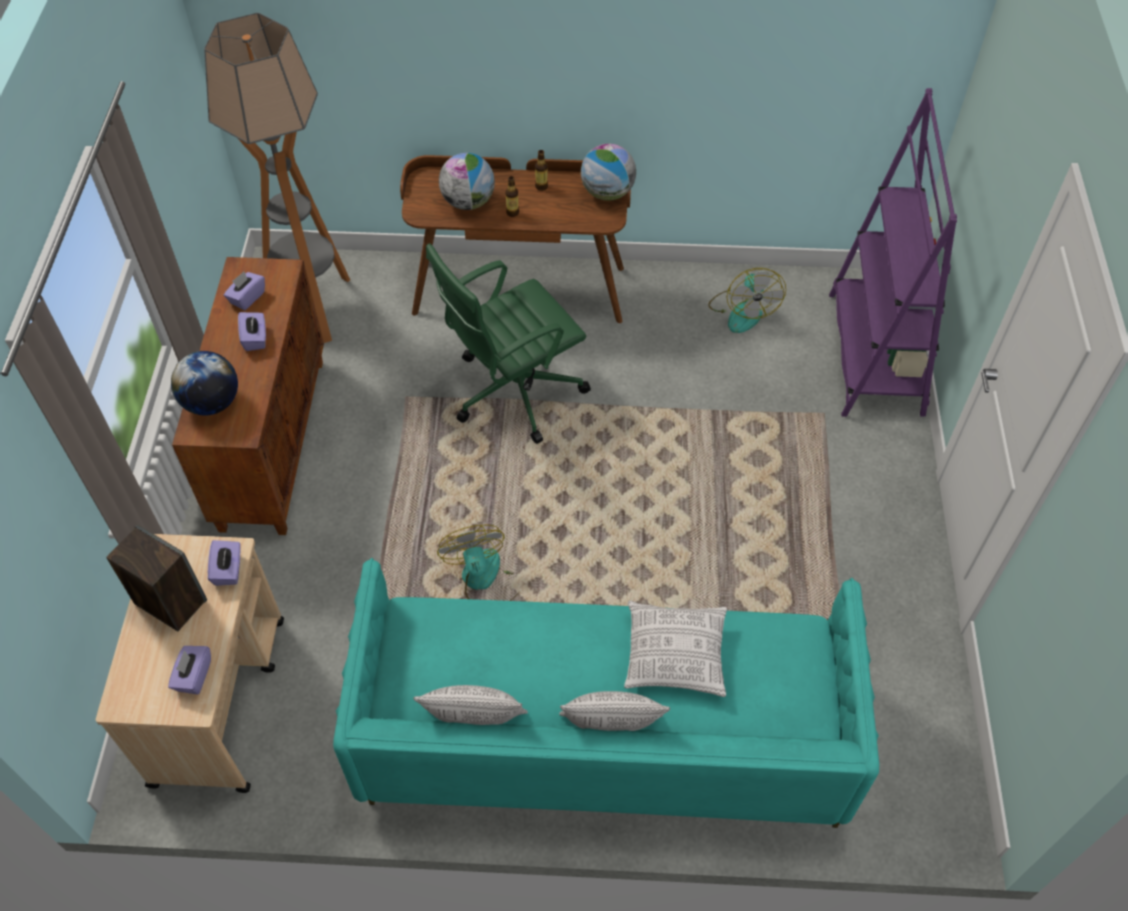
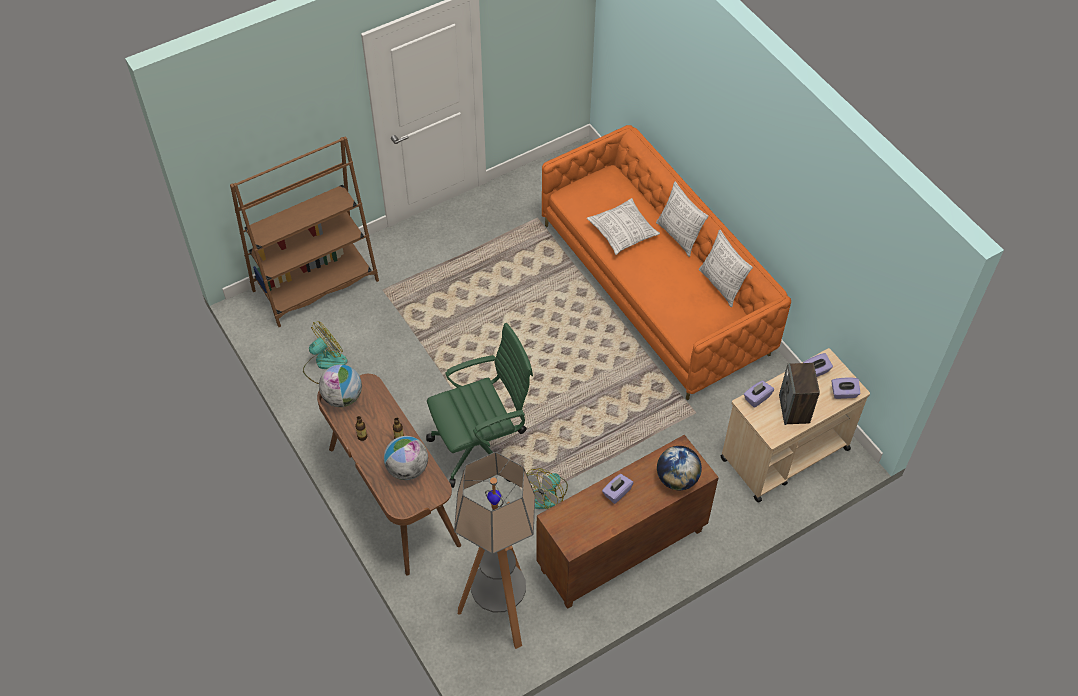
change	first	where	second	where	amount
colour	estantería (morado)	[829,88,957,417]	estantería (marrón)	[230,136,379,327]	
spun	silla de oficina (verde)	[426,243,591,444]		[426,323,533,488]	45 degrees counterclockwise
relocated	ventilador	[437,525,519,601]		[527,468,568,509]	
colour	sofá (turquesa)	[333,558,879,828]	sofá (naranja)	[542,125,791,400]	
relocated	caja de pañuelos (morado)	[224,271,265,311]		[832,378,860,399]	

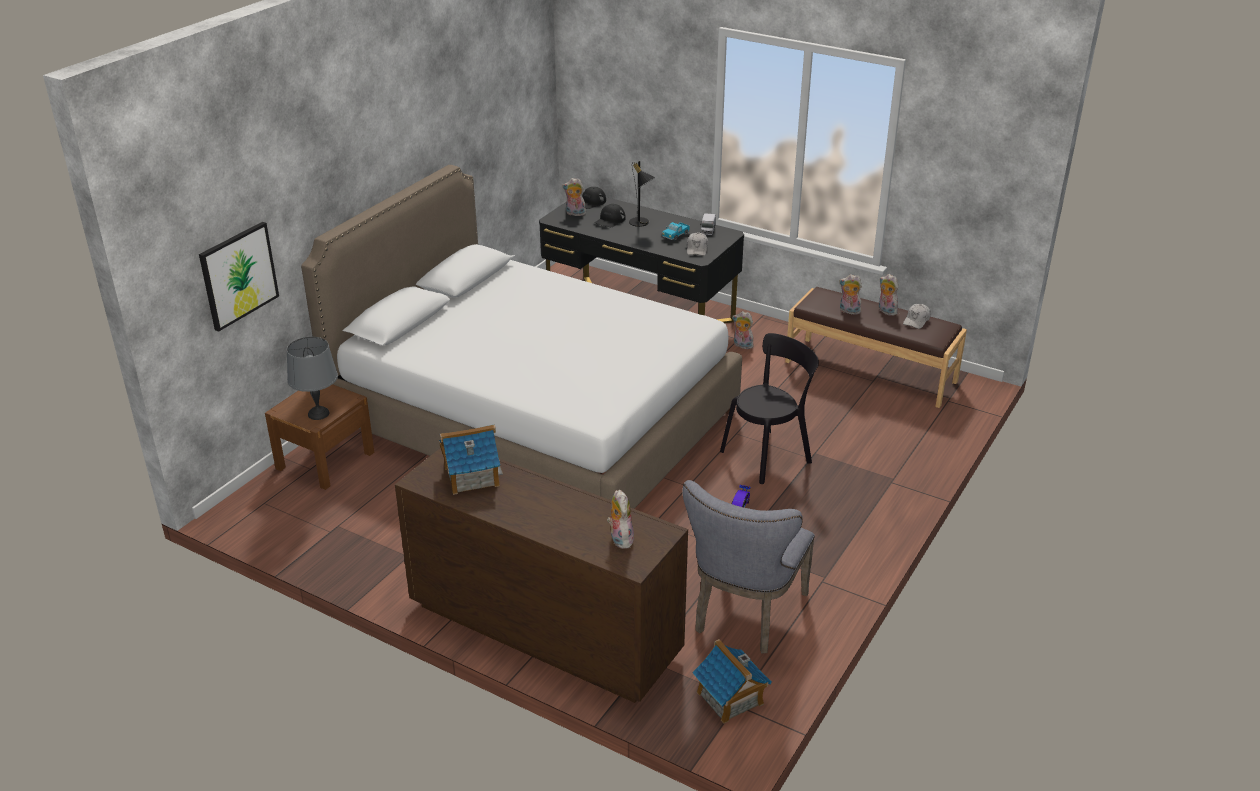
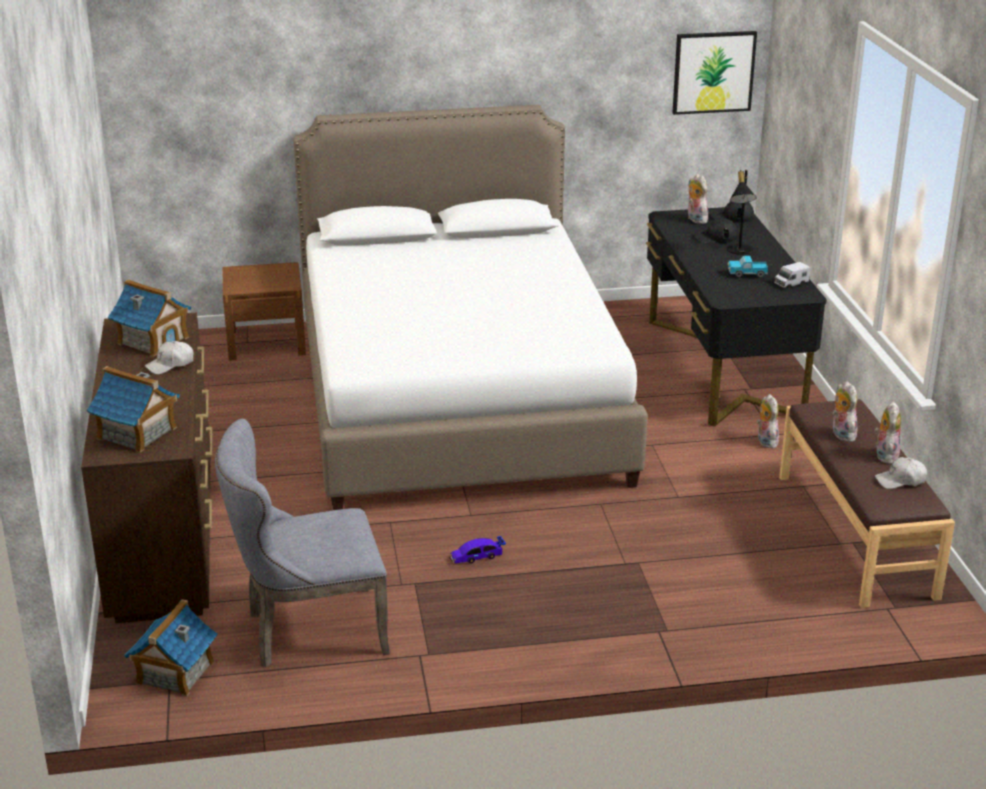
change	first	where	second	where	amount
exchanged	peluche	[607,490,634,549]	casita	[87,366,180,453]	
relocated	gorra (blanco)	[687,232,708,256]		[145,341,194,374]	
relocated	cuadro	[199,222,279,332]		[673,31,757,115]	
missing	lámpara de mesa (gris)	[287,337,338,420]			
missing	silla (negro)	[720,333,819,484]			

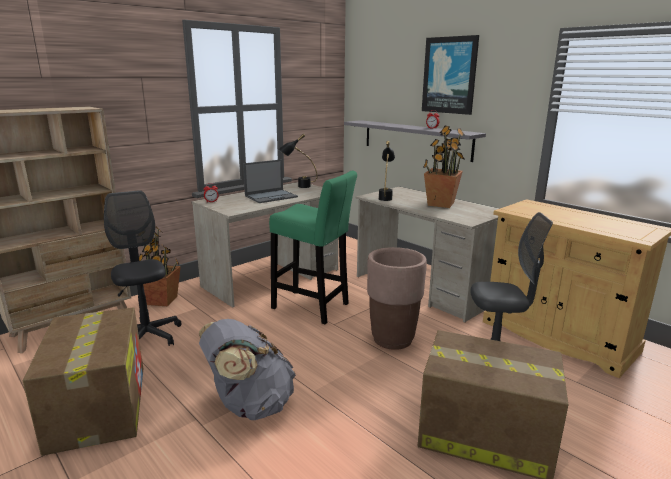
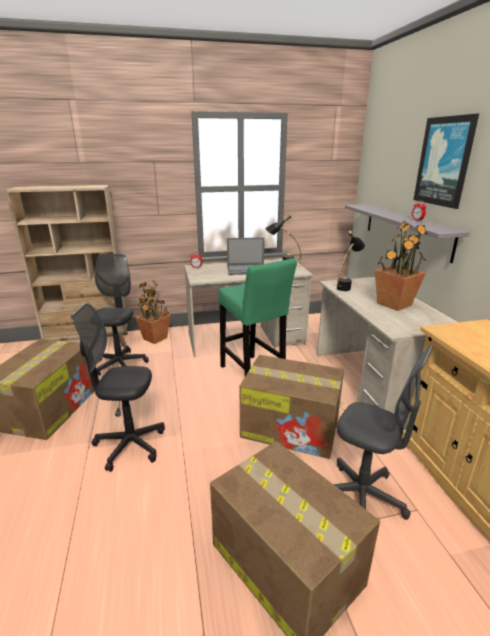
change	first	where	second	where	amount
exchanged	mochila (gris)	[199,319,296,420]	silla de oficina (negro)	[71,302,165,472]	
exchanged	maceta (marrón)	[367,247,427,350]	caja de cartón	[240,355,344,459]	

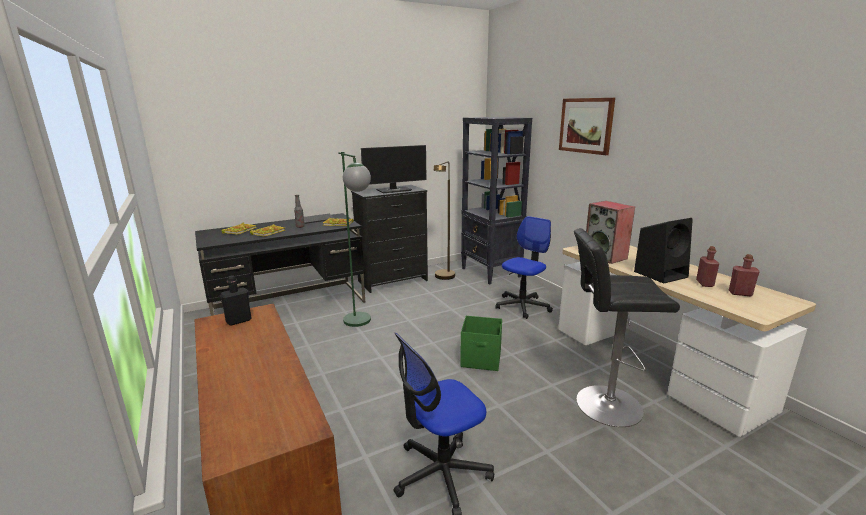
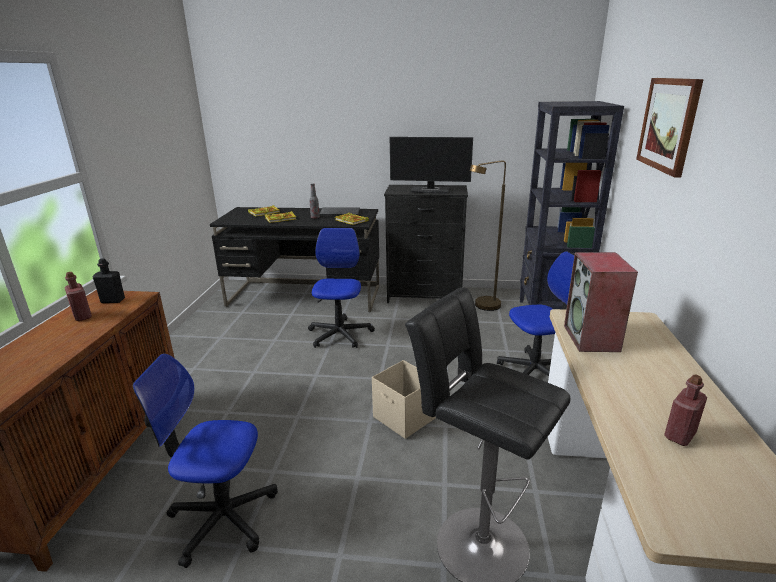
change	first	where	second	where	amount
relocated	botella (rojo)	[729,254,760,296]		[65,272,92,321]	
exchanged	lámpara de pie (verde)	[338,152,371,327]	silla de oficina	[308,228,375,348]	
colour	caja de almacenaje (verde)	[460,316,502,371]	caja de almacenaje (beis)	[372,360,436,439]	
missing	altavoz (negro)	[634,218,693,283]			

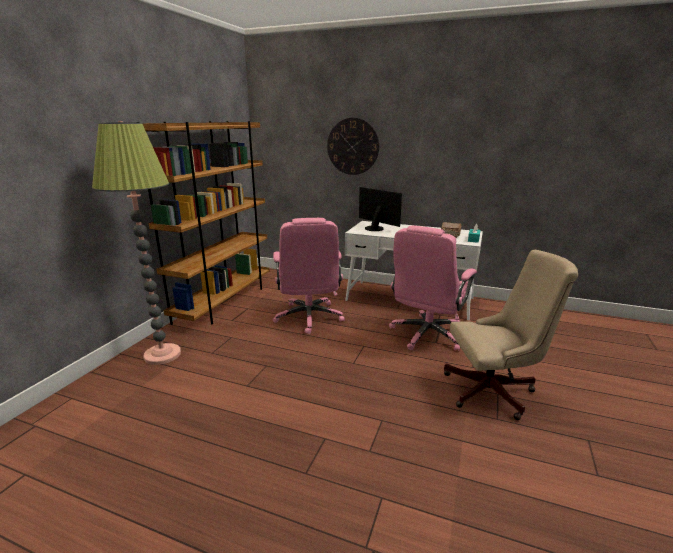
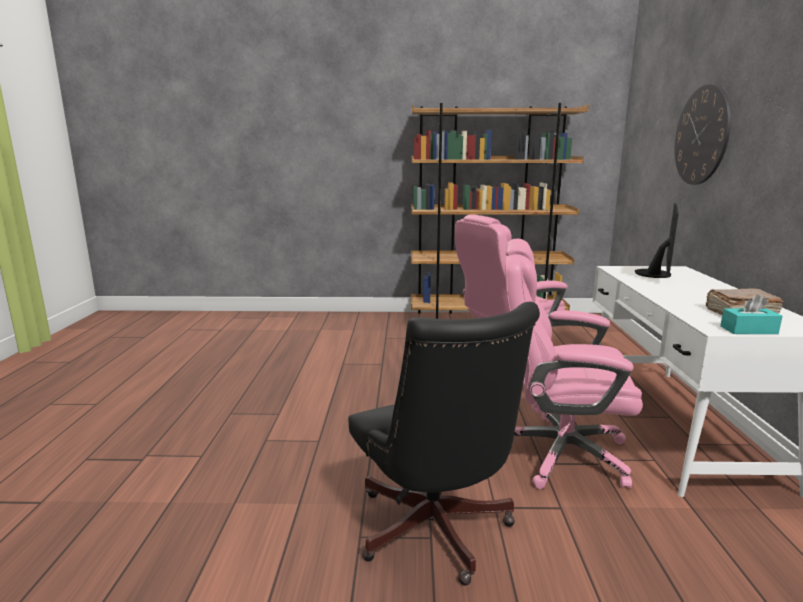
change	first	where	second	where	amount
colour	silla de oficina (beis)	[444,250,578,420]	silla de oficina (negro)	[348,302,540,585]	
missing	lámpara de pie	[92,121,181,365]			

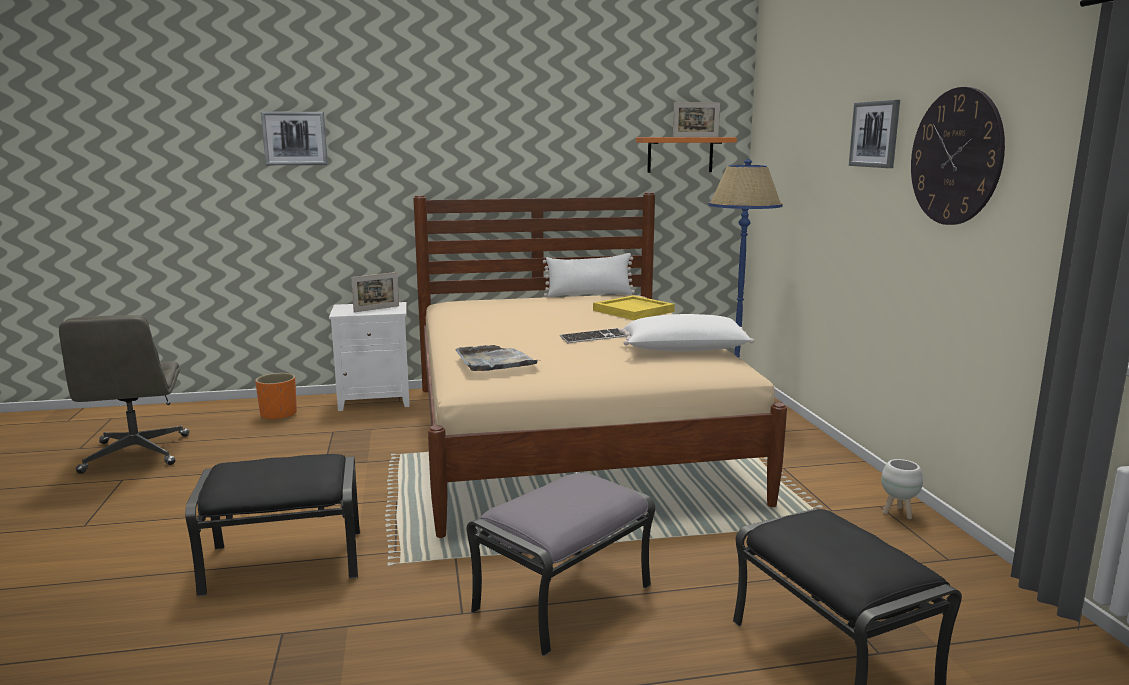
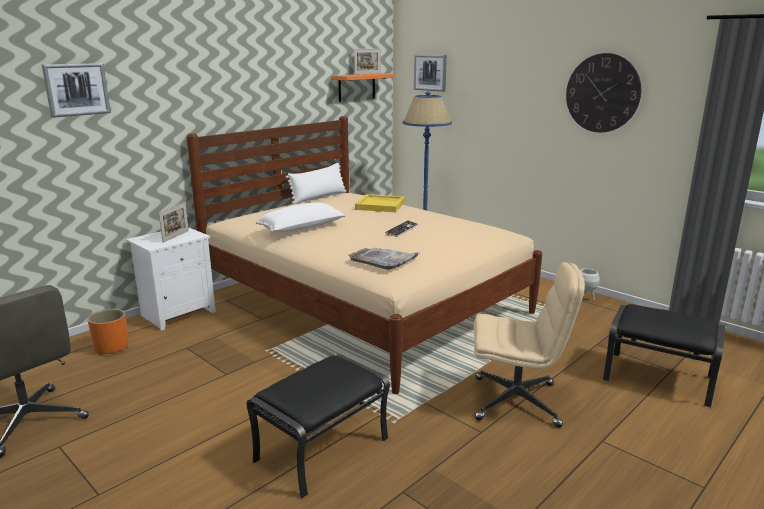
change	first	where	second	where	amount
relocated	cojín (blanco)	[619,314,754,351]		[256,203,346,233]	
relocated	cuadro	[849,100,900,168]		[414,55,447,92]	
exchanged	puf (gris)	[467,472,655,656]	silla de oficina (beis)	[474,262,585,428]	

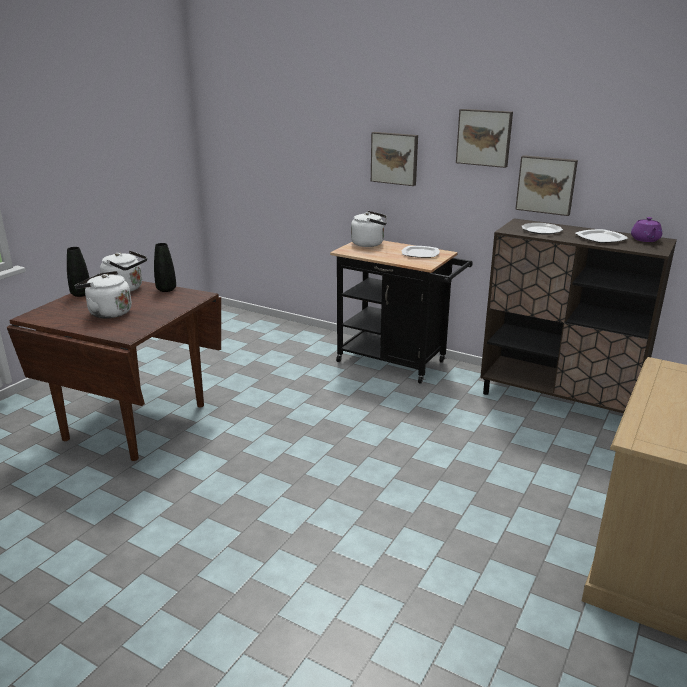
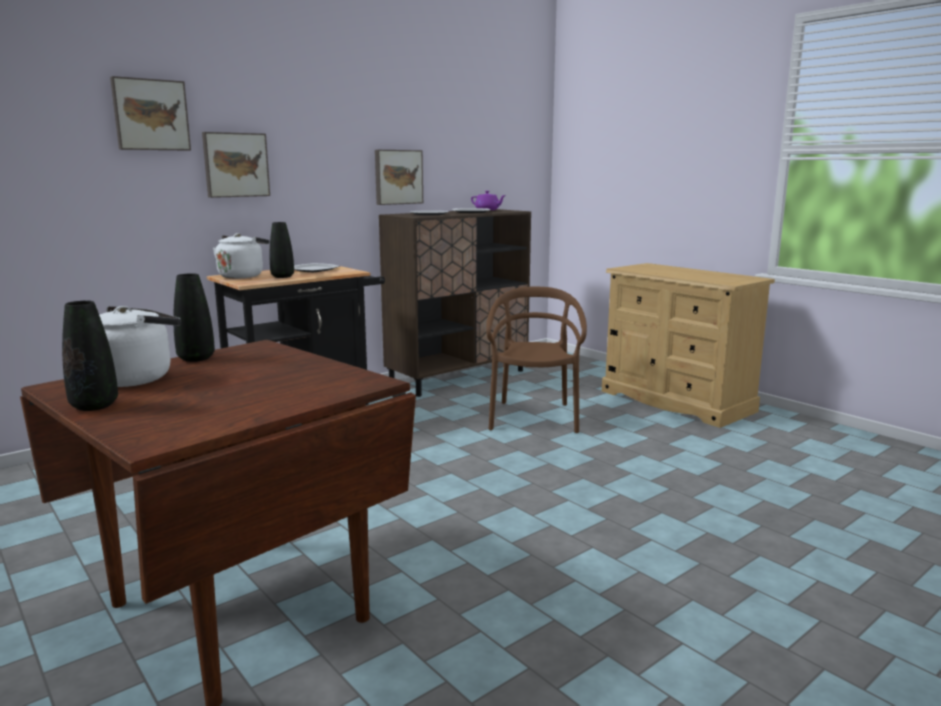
change	first	where	second	where	amount
relocated	cuadro	[456,109,513,168]		[110,76,191,151]	
appeared			florero (negro)	[270,222,294,278]	
appeared			silla (marrón)	[486,287,587,433]	
missing	hervidor (blanco)	[74,271,132,318]			

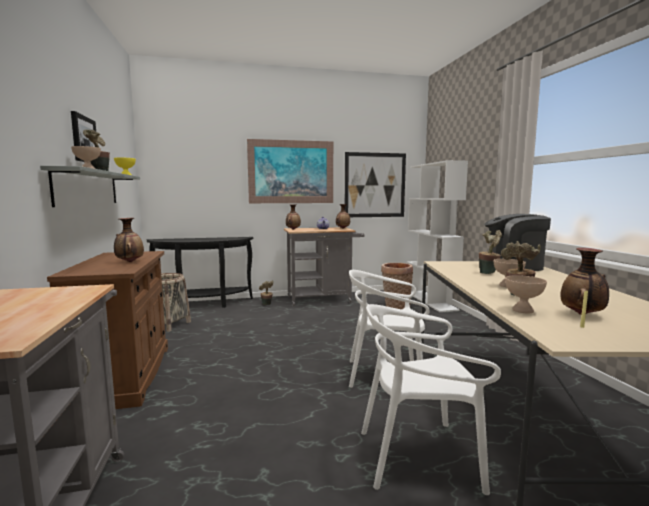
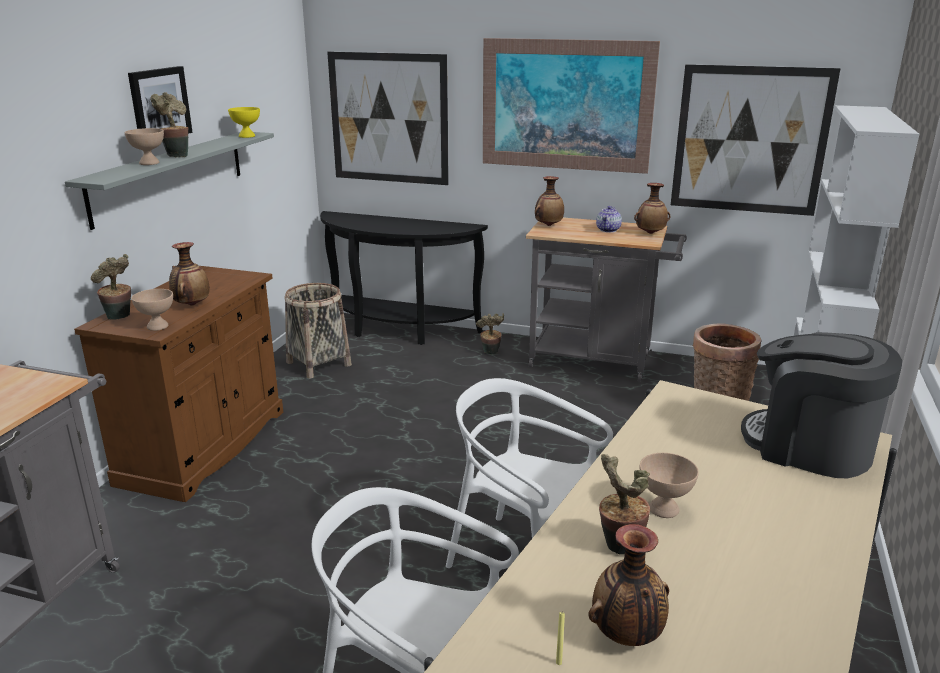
change	first	where	second	where	amount
relocated	planta en maceta	[479,230,502,274]		[91,254,131,320]	
relocated	cuenco (beis)	[505,275,547,314]		[131,289,173,331]	
appeared			cuadro	[327,52,449,185]	

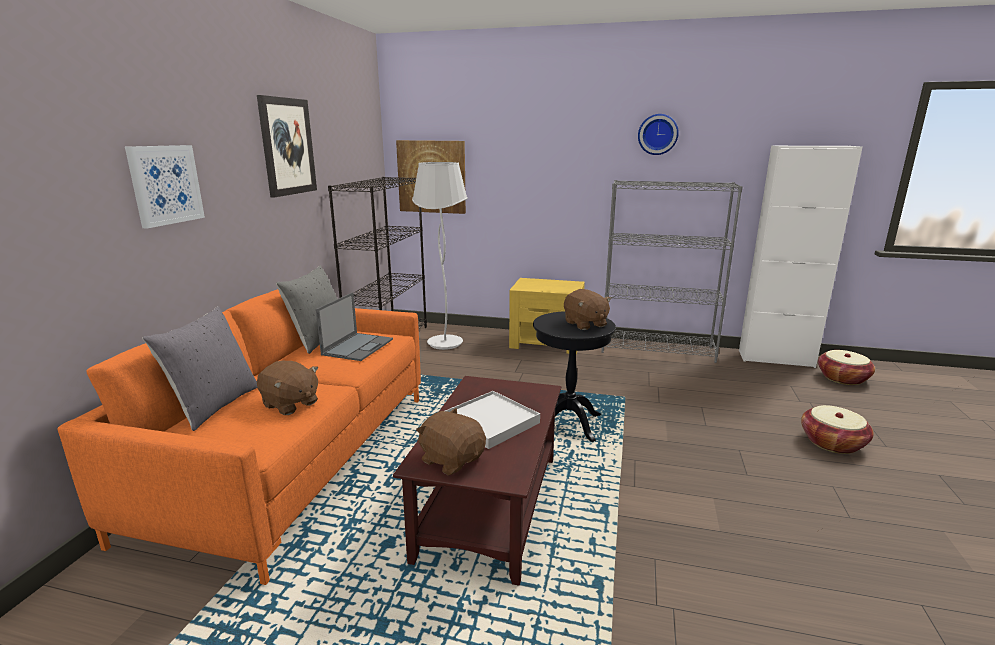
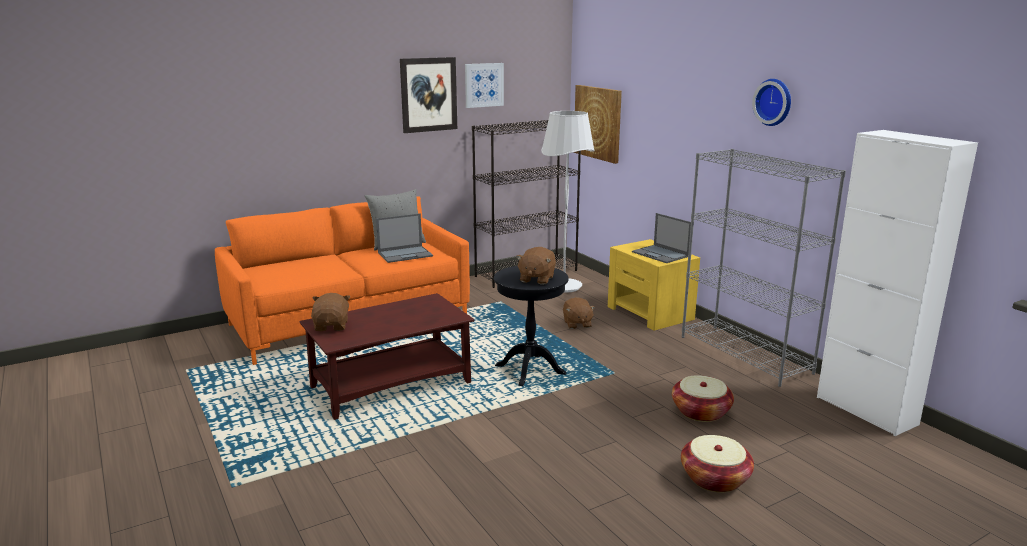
change	first	where	second	where	amount
relocated	cuadro	[125,145,205,228]		[465,63,504,108]	
relocated	peluche (marrón)	[257,361,318,415]		[563,297,595,329]	
appeared			portátil	[632,213,691,263]	
relocated	cesta	[818,350,875,385]		[672,375,734,422]	
missing	cojín (gris)	[142,306,257,431]			
missing	bandeja (blanco)	[445,391,540,449]			

